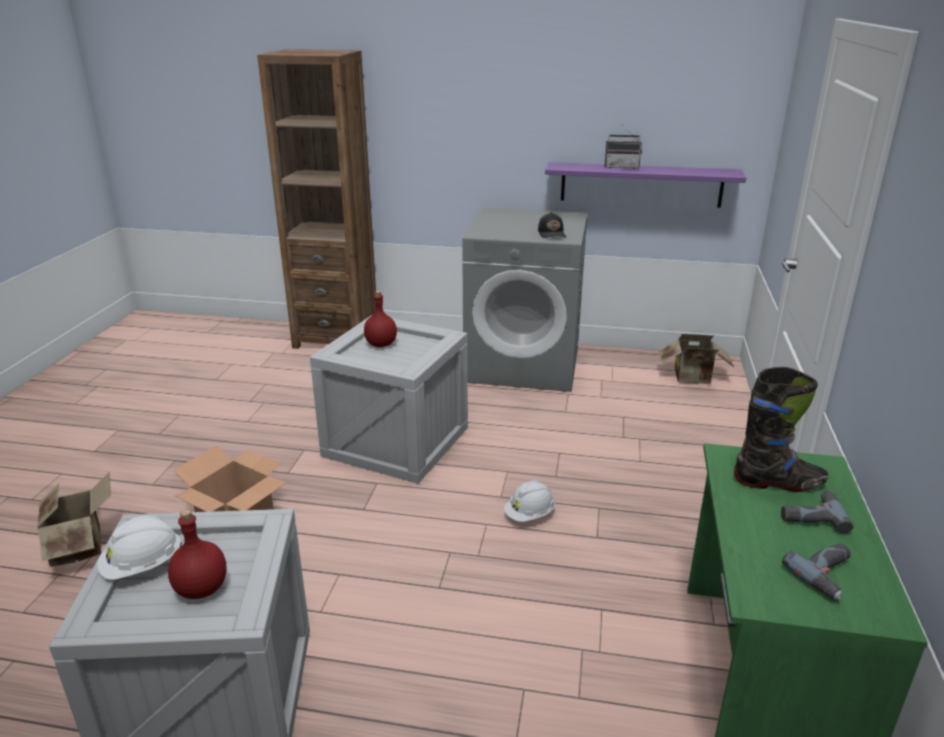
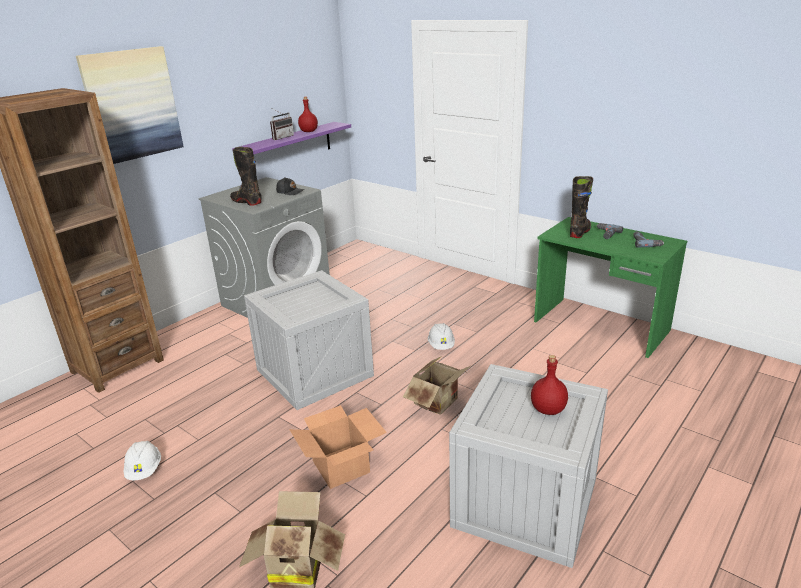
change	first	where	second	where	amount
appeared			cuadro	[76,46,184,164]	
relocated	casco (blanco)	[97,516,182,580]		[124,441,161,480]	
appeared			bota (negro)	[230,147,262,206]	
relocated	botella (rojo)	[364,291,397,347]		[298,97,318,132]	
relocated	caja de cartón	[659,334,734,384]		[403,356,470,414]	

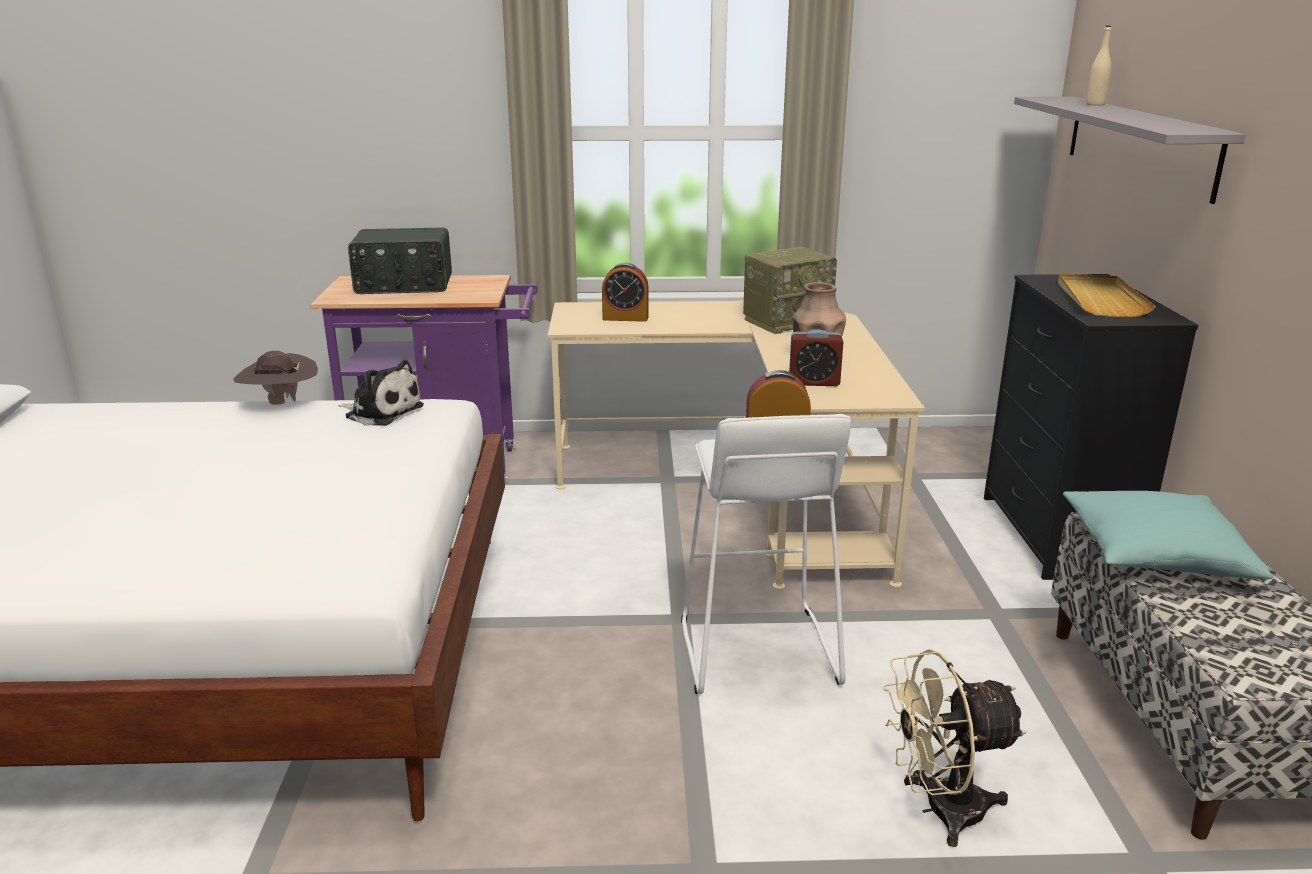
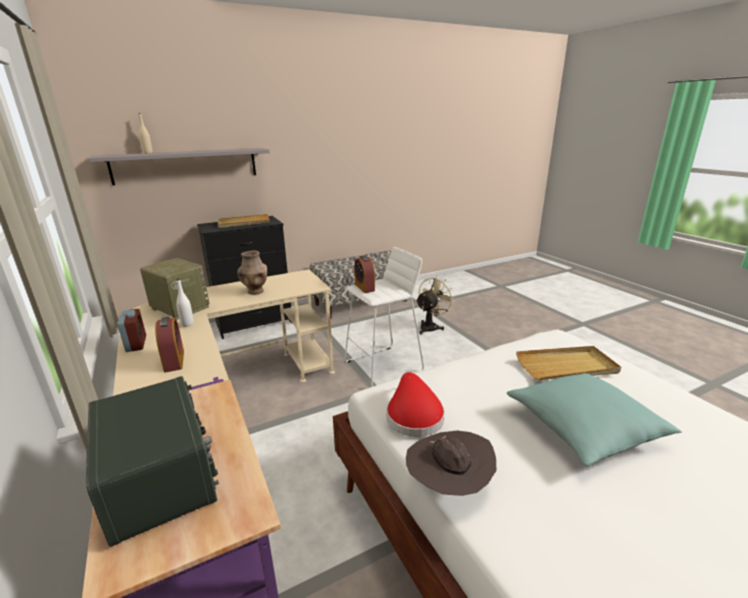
change	first	where	second	where	amount
relocated	despertador	[789,329,843,386]		[117,309,146,352]	
appeared			botella (blanco)	[176,279,194,327]	
exchanged	peluche	[338,360,424,426]	sombrero (rojo)	[386,372,445,437]	
spun	ventilador (beis)	[883,649,1027,847]		[416,276,455,335]	105 degrees counterclockwise
relocated	cojín (turquesa)	[1063,491,1273,579]		[506,373,682,466]	
appeared			bandeja (beis)	[516,346,621,380]	

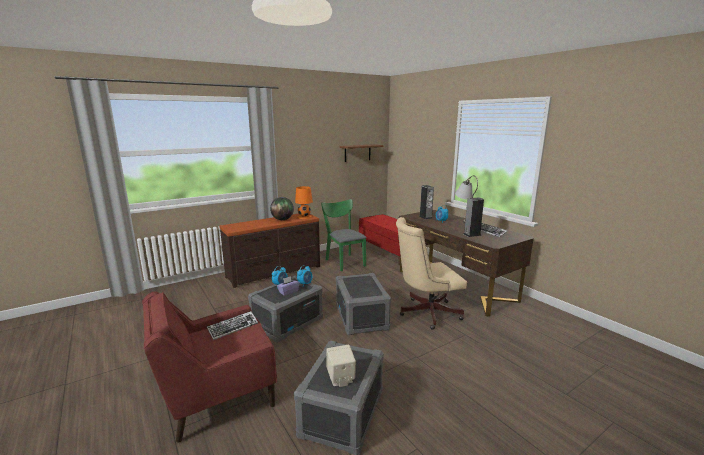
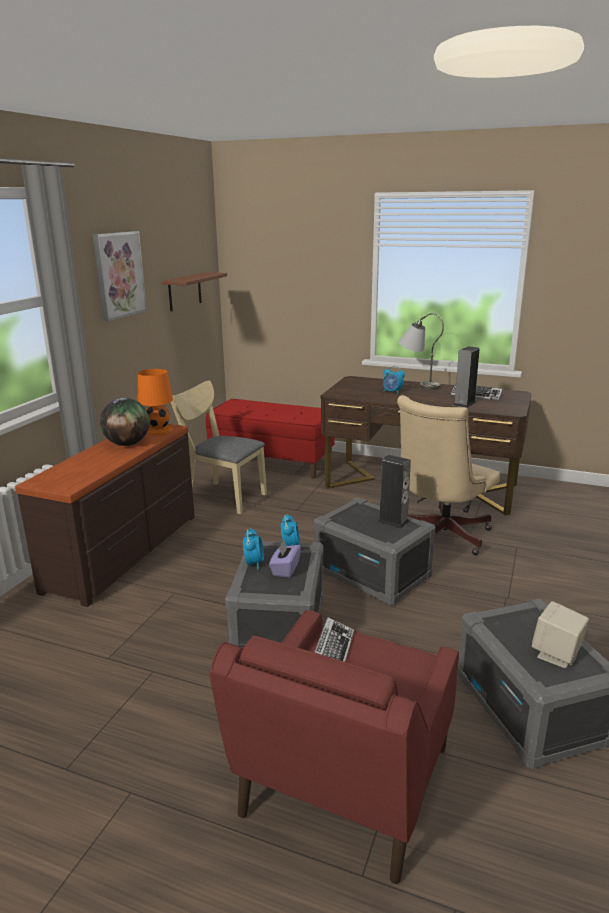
change	first	where	second	where	amount
appeared			cuadro	[93,231,147,322]	
colour	silla (verde)	[321,199,367,271]	silla (beis)	[171,380,267,514]	
relocated	altavoz	[419,185,434,219]		[377,455,411,528]	

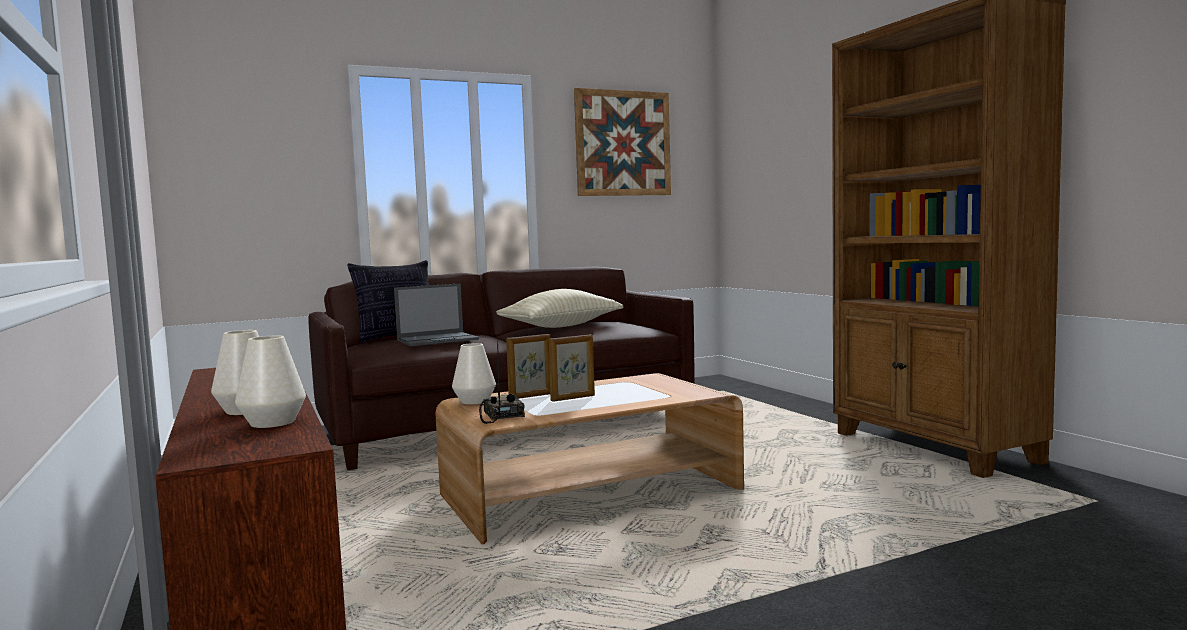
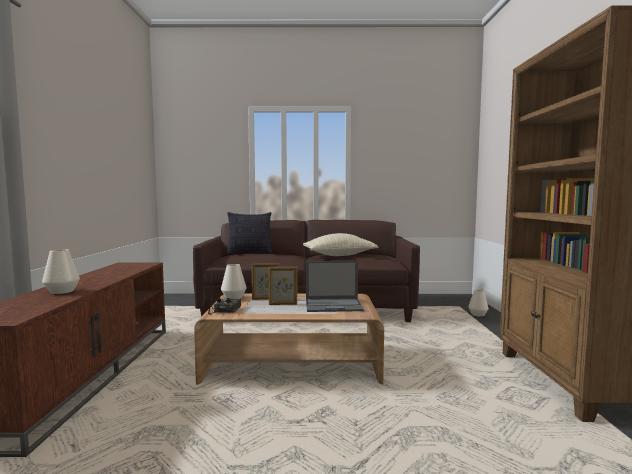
change	first	where	second	where	amount
relocated	portátil	[394,283,479,346]		[306,261,364,312]	
relocated	florero (blanco)	[235,335,306,428]		[468,289,489,316]	
missing	cuadro	[574,88,671,196]			

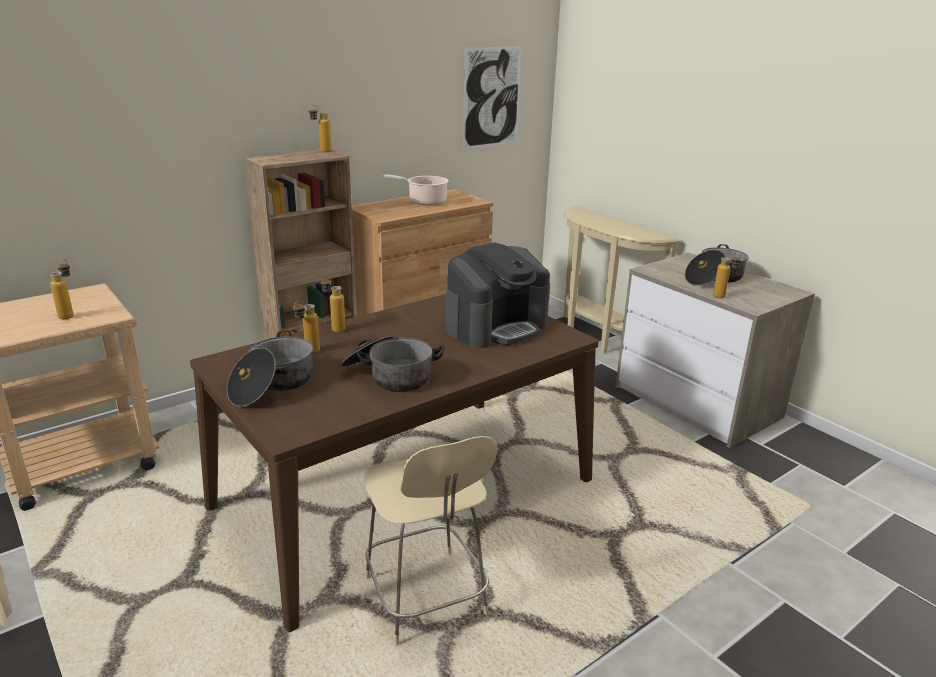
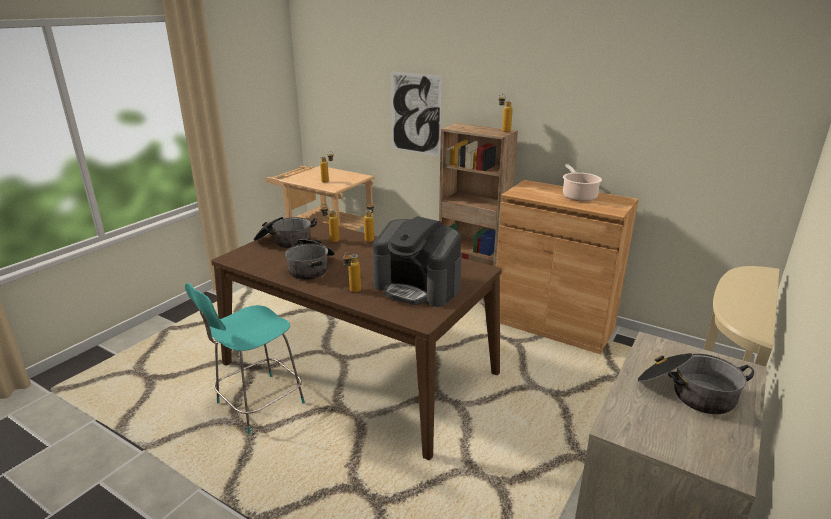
change	first	where	second	where	amount
colour	silla (beis)	[364,436,497,646]	silla (turquesa)	[185,283,305,434]	
relocated	botella	[713,253,741,298]		[343,252,361,292]	
relocated	cuadro	[463,46,521,149]		[391,72,442,156]	

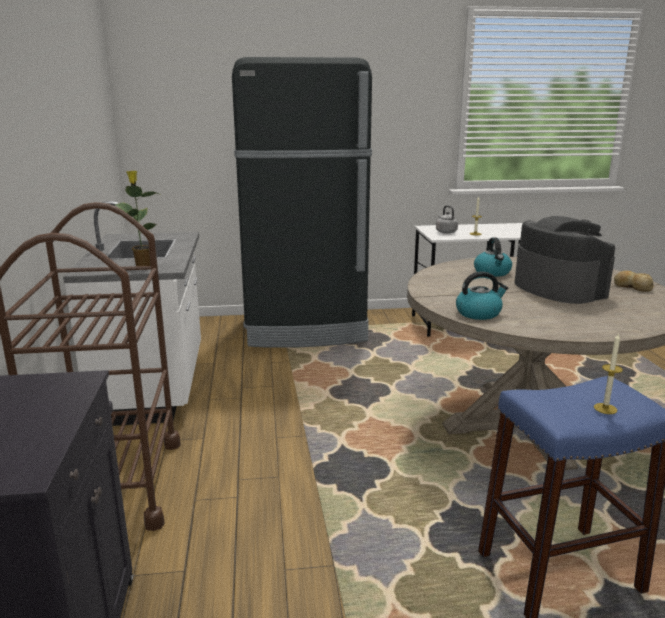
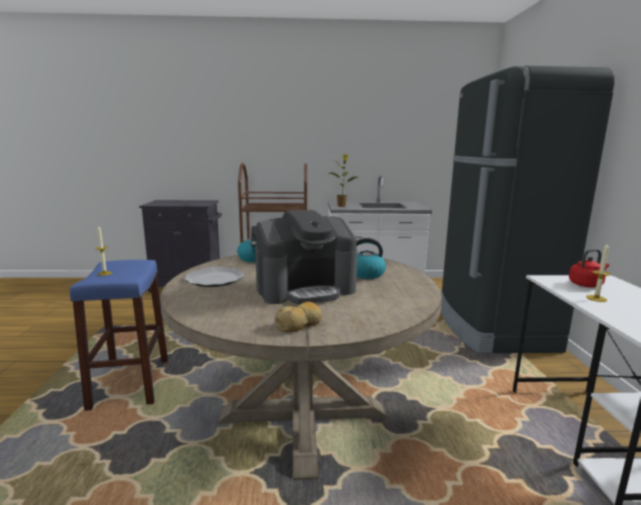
change	first	where	second	where	amount
appeared			plato	[184,267,244,287]	
colour	hervidor (gris)	[436,205,458,234]	hervidor (rojo)	[569,249,610,287]	

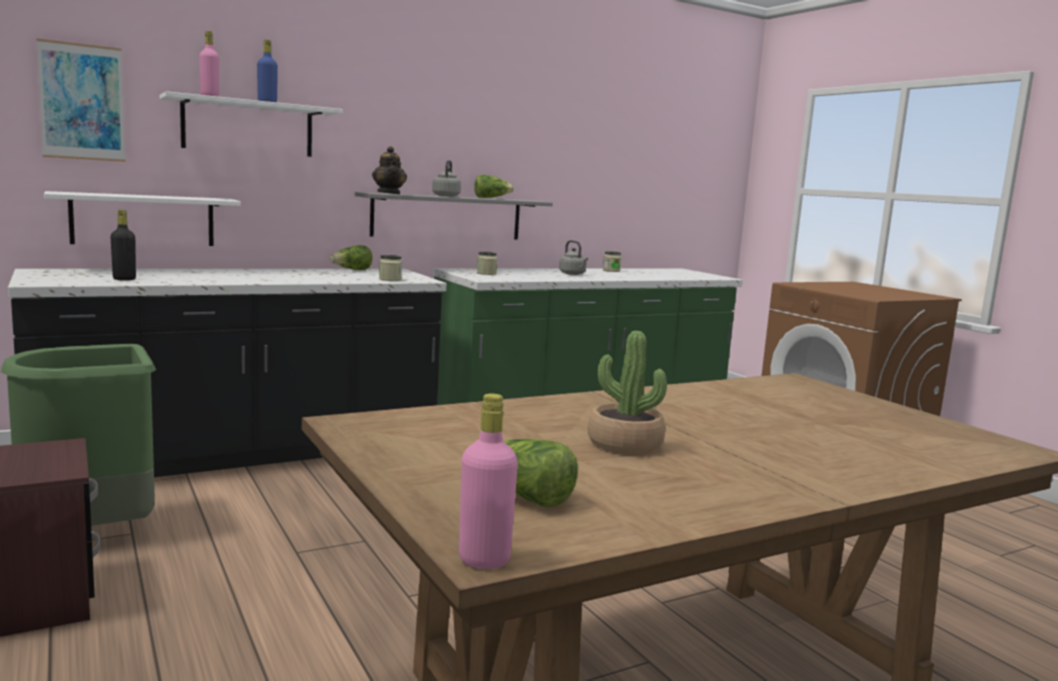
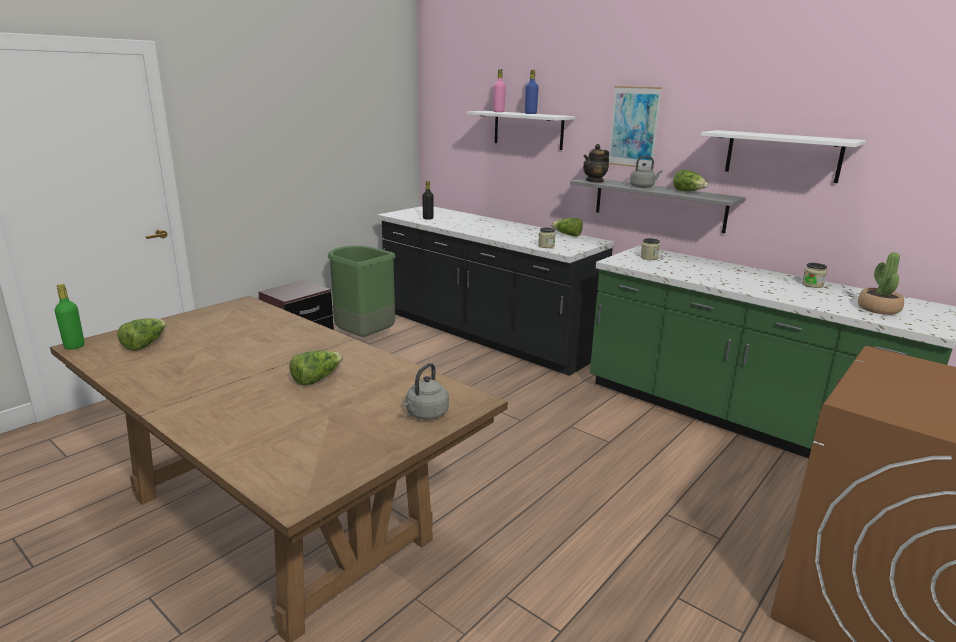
change	first	where	second	where	amount
colour	botella (rosa)	[459,393,518,569]	botella (verde)	[55,284,85,350]	
appeared			lechuga	[289,350,343,386]	
relocated	hervidor (gris)	[559,240,588,275]		[404,363,449,420]	
relocated	cuadro	[36,38,125,162]		[609,86,662,168]	
relocated	estante (blanco)	[44,191,241,246]		[701,130,866,183]	
relocated	planta en maceta	[588,331,667,454]		[858,252,904,315]	

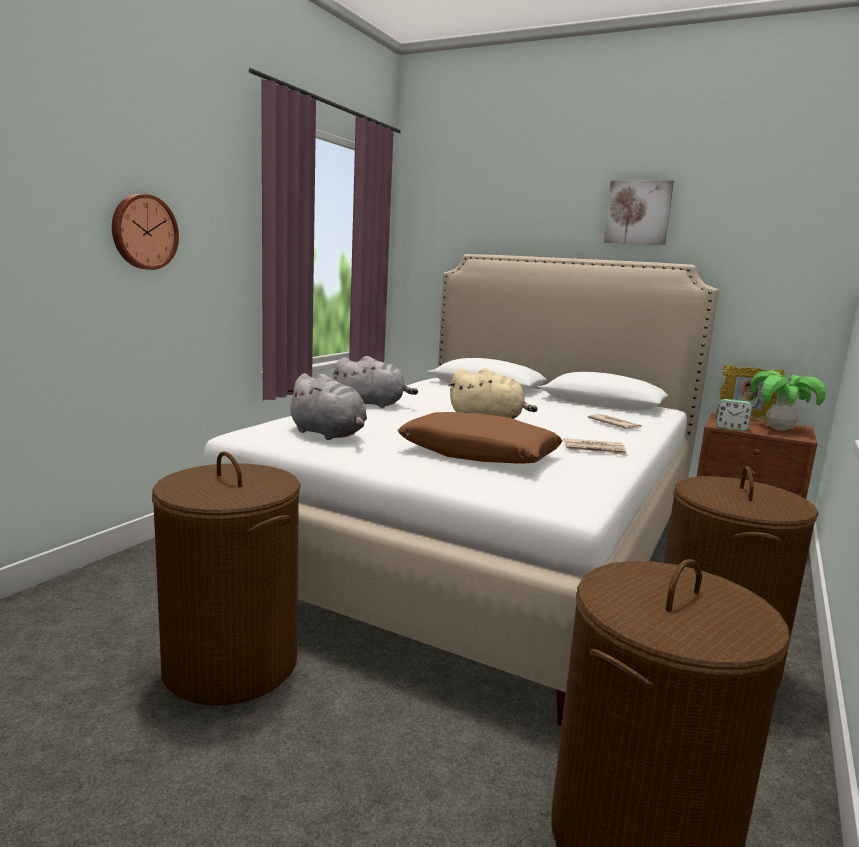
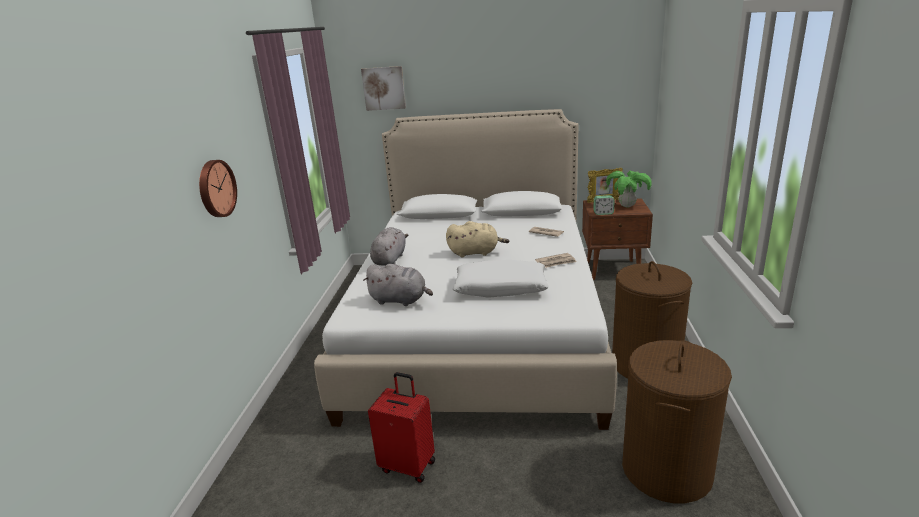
change	first	where	second	where	amount
relocated	cuadro	[604,180,674,245]		[361,66,406,111]	
exchanged	cesto de la ropa (marrón)	[152,451,301,706]	maleta (rojo)	[368,372,435,483]	
spun	peluche (gris)	[333,356,418,408]		[370,227,408,266]	60 degrees counterclockwise
colour	cojín (marrón)	[398,412,563,464]	cojín (blanco)	[452,260,549,298]	

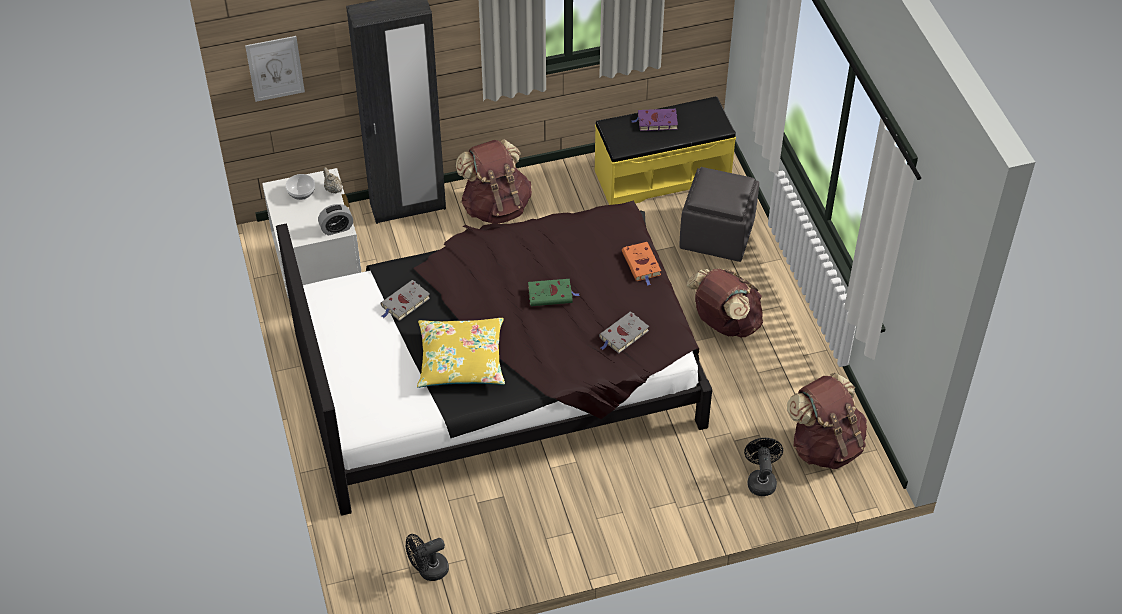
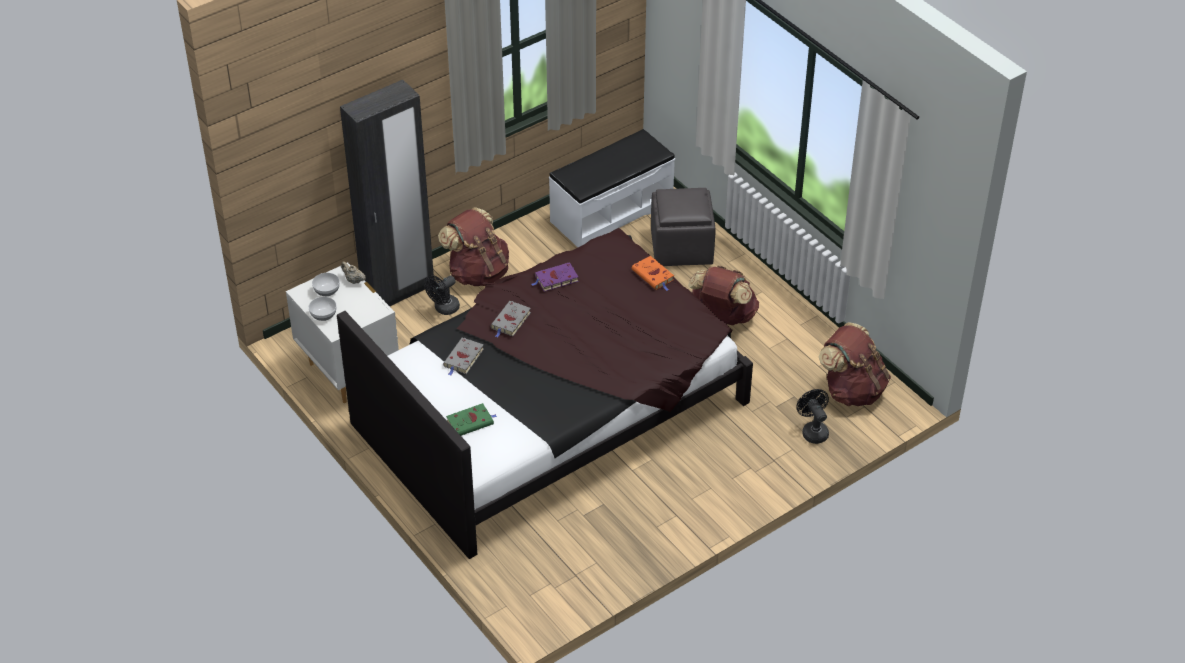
change	first	where	second	where	amount
appeared			cuenco	[309,297,337,321]	
relocated	ventilador (negro)	[406,534,449,581]		[424,275,460,315]	
relocated	libro (verde)	[528,279,580,306]		[446,403,497,436]	
relocated	libro (gris)	[599,311,649,353]		[491,301,531,337]	
relocated	libro (morado)	[631,109,678,131]		[532,262,579,292]	
colour	banco (amarillo)	[595,96,736,205]	banco (blanco)	[549,129,675,247]	
missing	cuadro	[245,36,305,102]			
missing	despertador	[318,204,353,235]			
missing	cojín (amarillo)	[417,318,505,388]			

